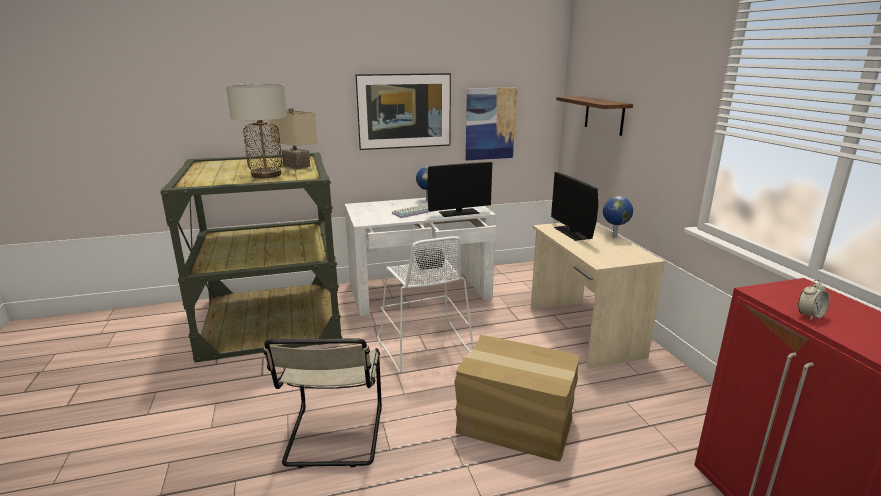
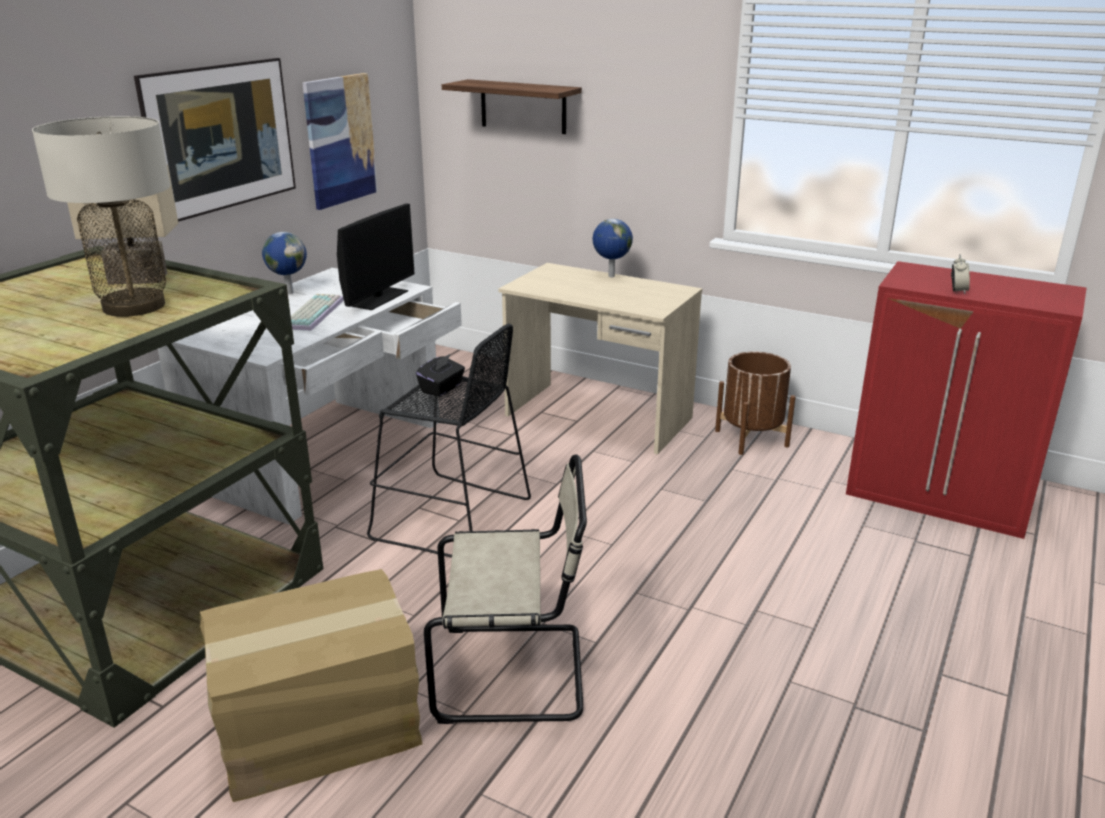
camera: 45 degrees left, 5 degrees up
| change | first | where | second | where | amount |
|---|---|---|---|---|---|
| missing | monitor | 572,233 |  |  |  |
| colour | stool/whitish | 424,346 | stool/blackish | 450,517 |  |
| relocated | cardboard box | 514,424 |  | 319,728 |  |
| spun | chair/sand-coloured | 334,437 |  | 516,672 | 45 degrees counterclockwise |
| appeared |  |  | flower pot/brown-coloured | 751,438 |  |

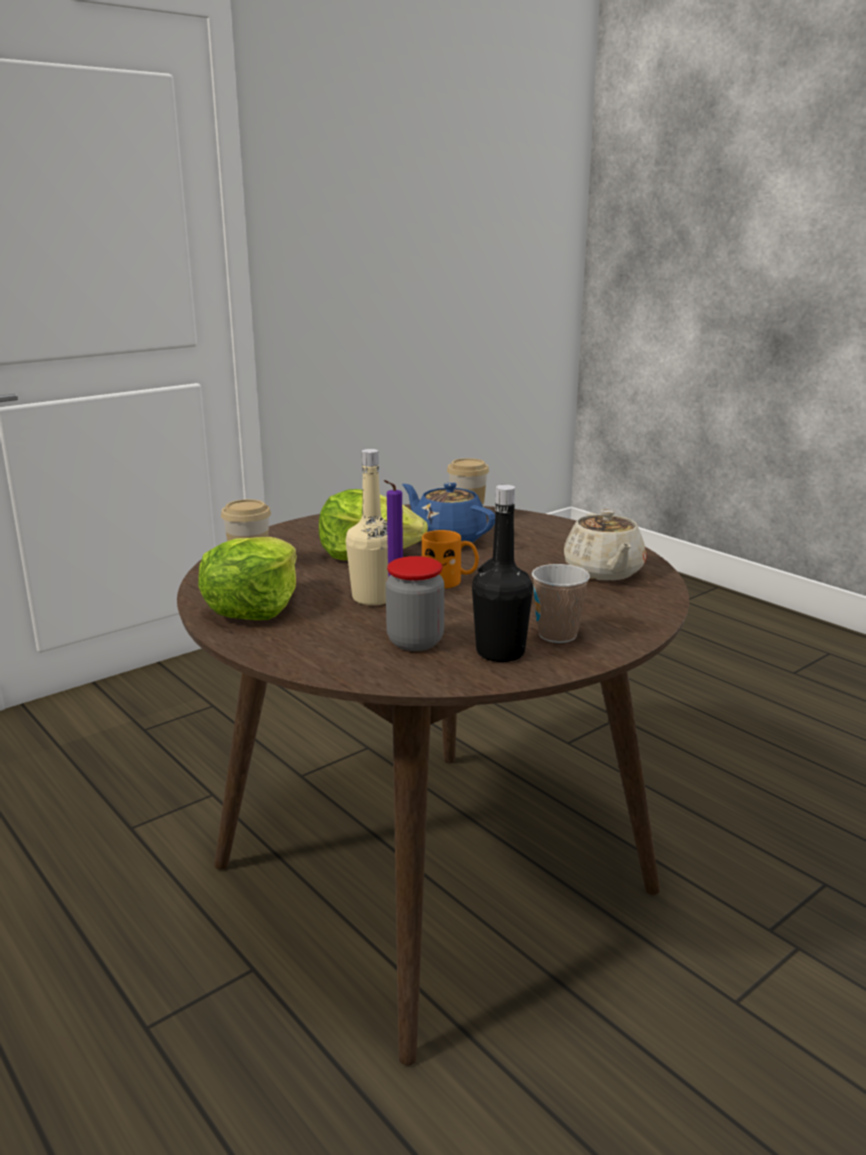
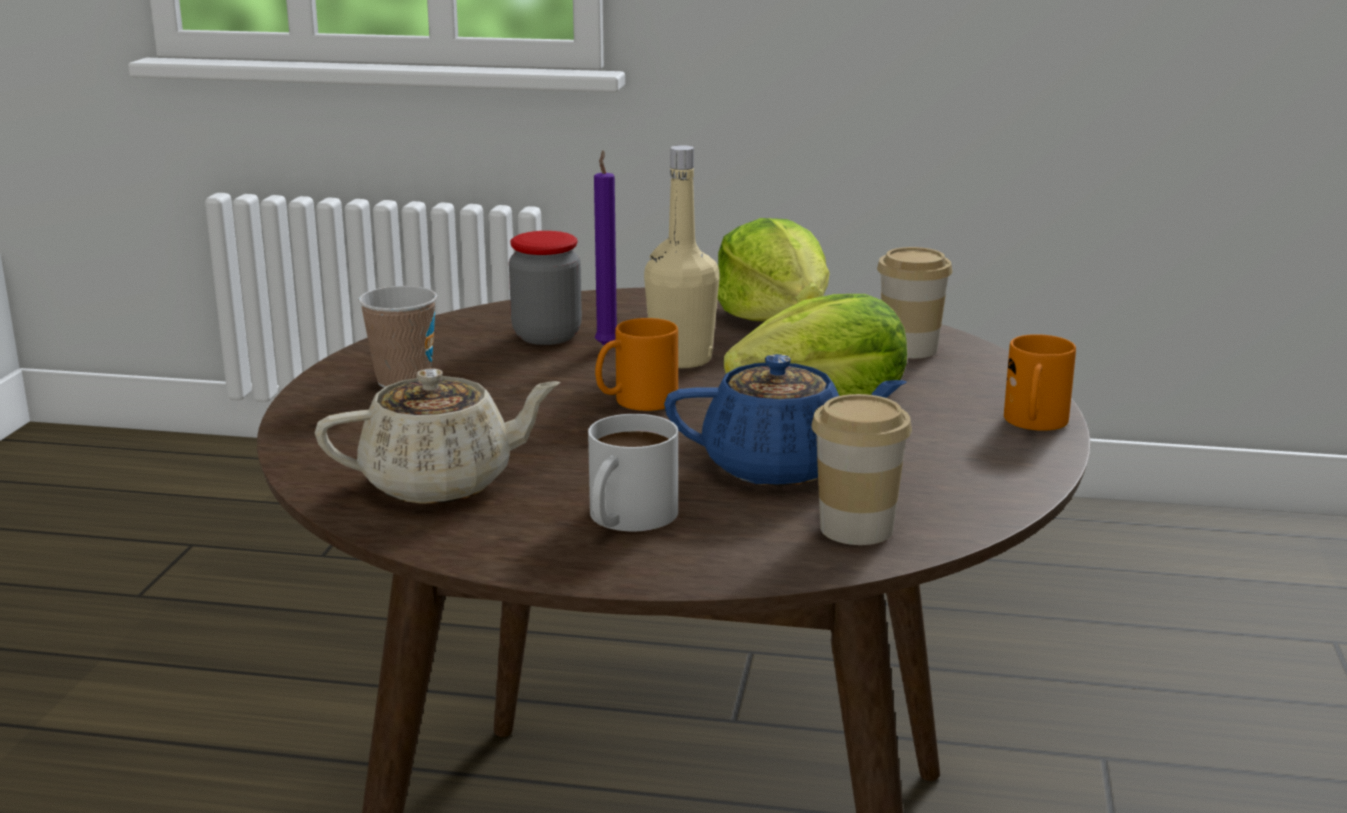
camera: 140 degrees right, 0 degrees up
| change | first | where | second | where | amount |
|---|---|---|---|---|---|
| missing | drink bottle/blackish | 500,652 |  |  |  |
| spun | teapot/sand-coloured | 603,572 |  | 441,482 | 120 degrees clockwise |
| appeared |  |  | tea mug/orange-coloured | 1035,424 |  |
| appeared |  |  | tea mug/whitish | 625,519 |  |

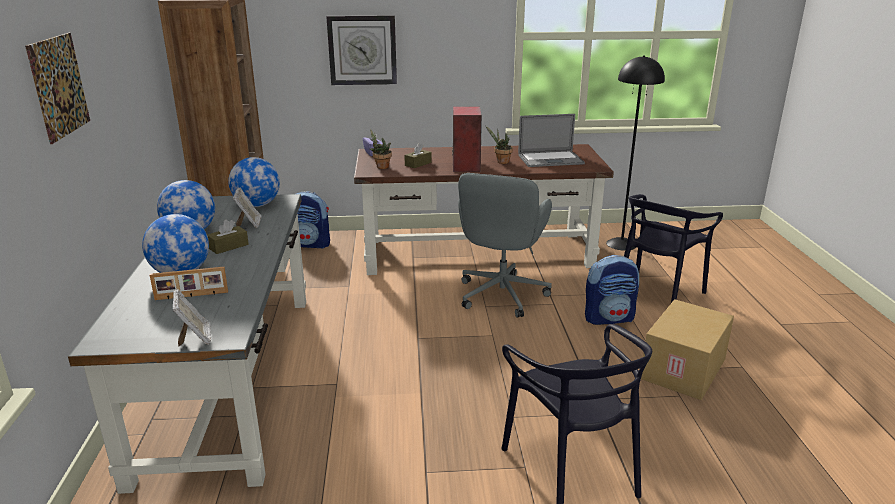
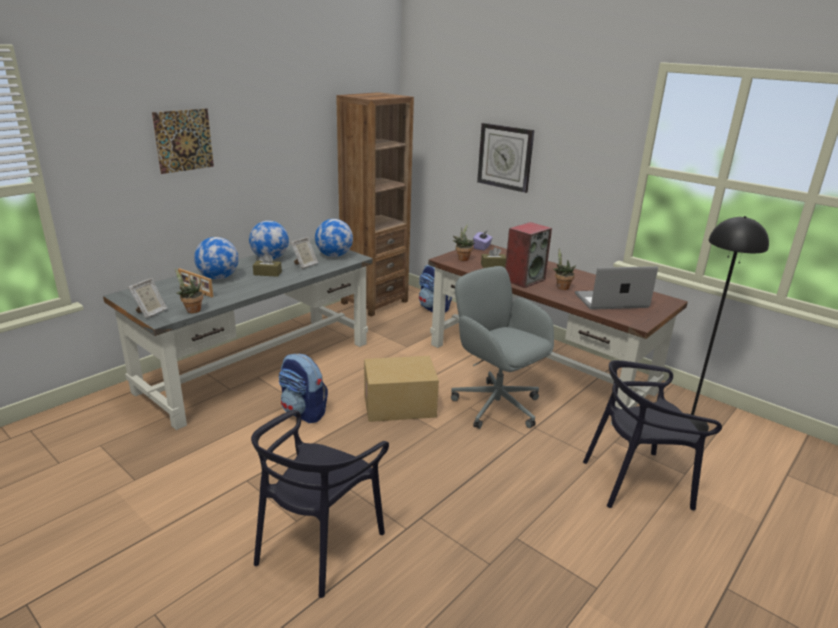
camera: 45 degrees right, 0 degrees up
| change | first | where | second | where | amount |
|---|---|---|---|---|---|
| spun | notebook computer | 550,159 |  | 611,300 | 135 degrees clockwise |
| spun | desk chair/gray | 501,295 |  | 497,406 | 75 degrees clockwise |
| relocated | knapsack | 609,318 |  | 304,412 |  |
| relocated | cardboard box | 684,370 |  | 399,406 |  |
| appeared |  |  | potted plant | 191,310 |  |

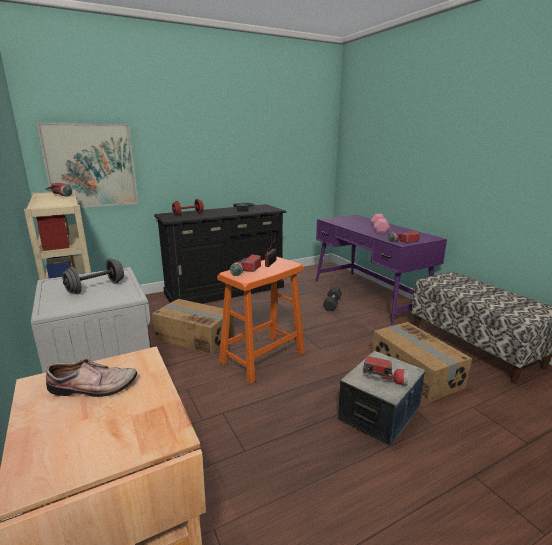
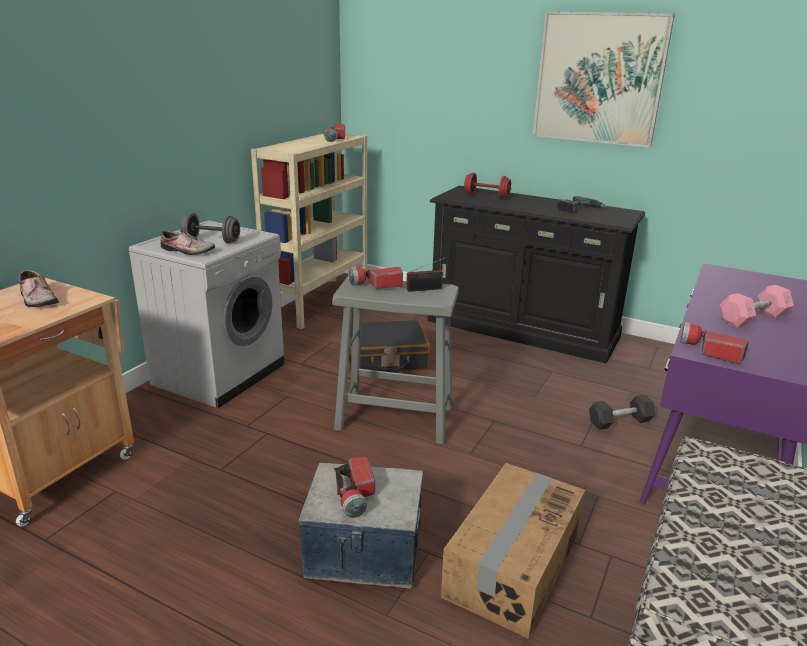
camera: 55 degrees right, 5 degrees up
| change | first | where | second | where | amount |
|---|---|---|---|---|---|
| relocated | picture | 91,166 |  | 599,79 |  |
| colour | stool/orange-coloured | 263,357 | stool/gray | 396,418 |  |
| exchanged | cardboard box | 195,337 | travel case/blackish | 386,358 |  |
| appeared |  |  | low shoe | 187,251 |  |

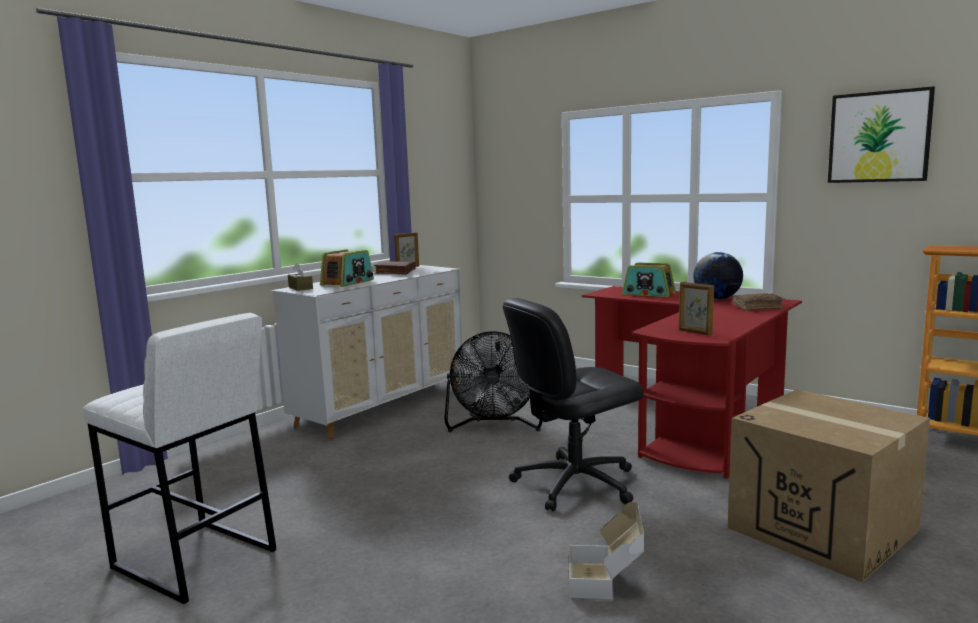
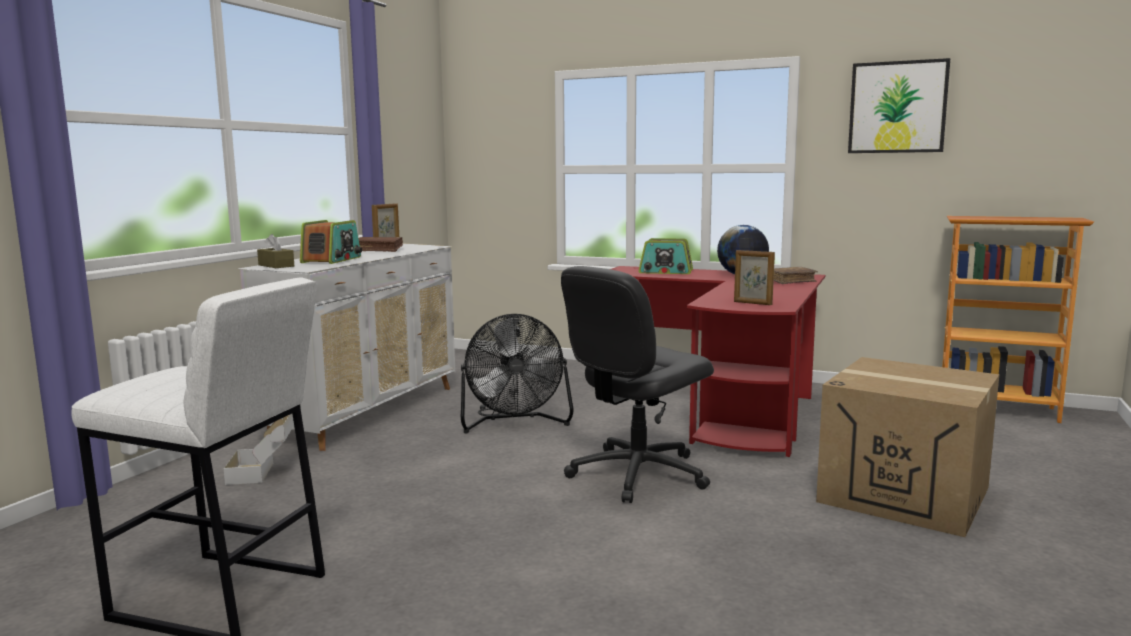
camera: 15 degrees left, 0 degrees up
| change | first | where | second | where | amount |
|---|---|---|---|---|---|
| relocated | cardboard box | 606,581 |  | 264,473 |  |

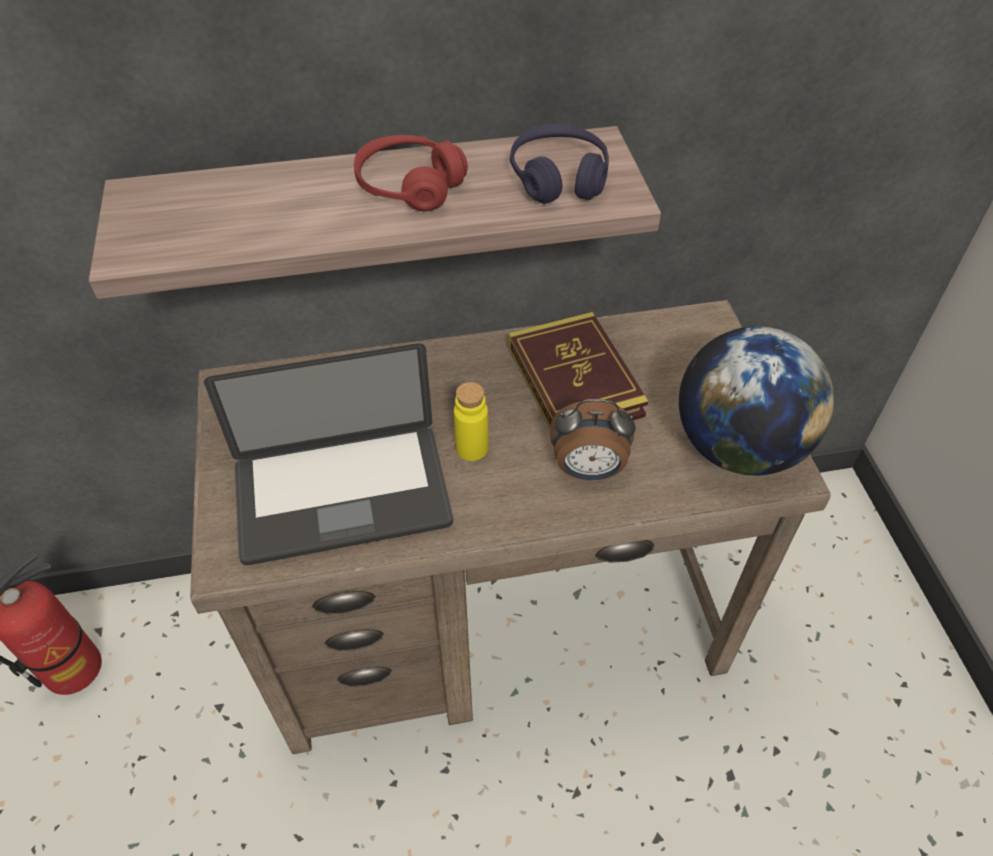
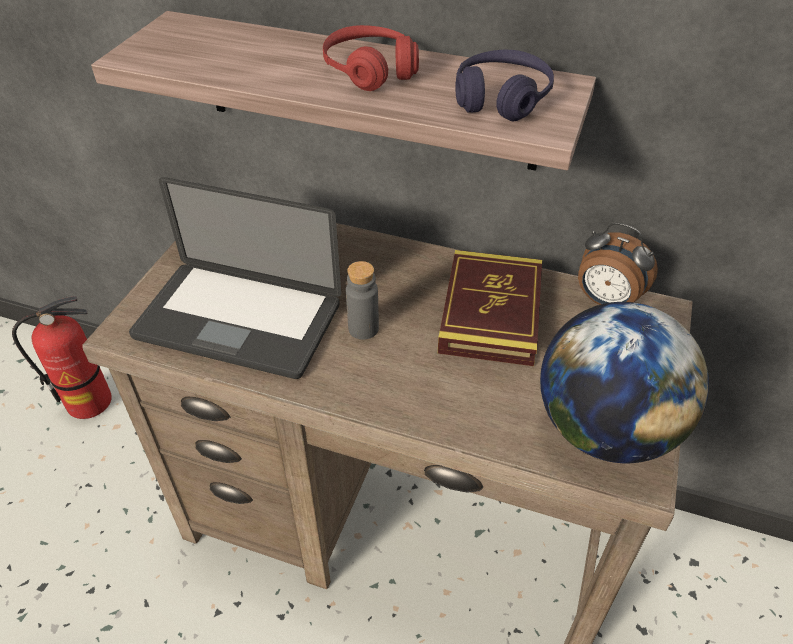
camera: 30 degrees right, 5 degrees down
| change | first | where | second | where | amount |
|---|---|---|---|---|---|
| colour | drink bottle/yellowish | 472,448 | drink bottle/gray | 363,328 |  |
| relocated | bedside clock | 588,470 |  | 606,301 |  |

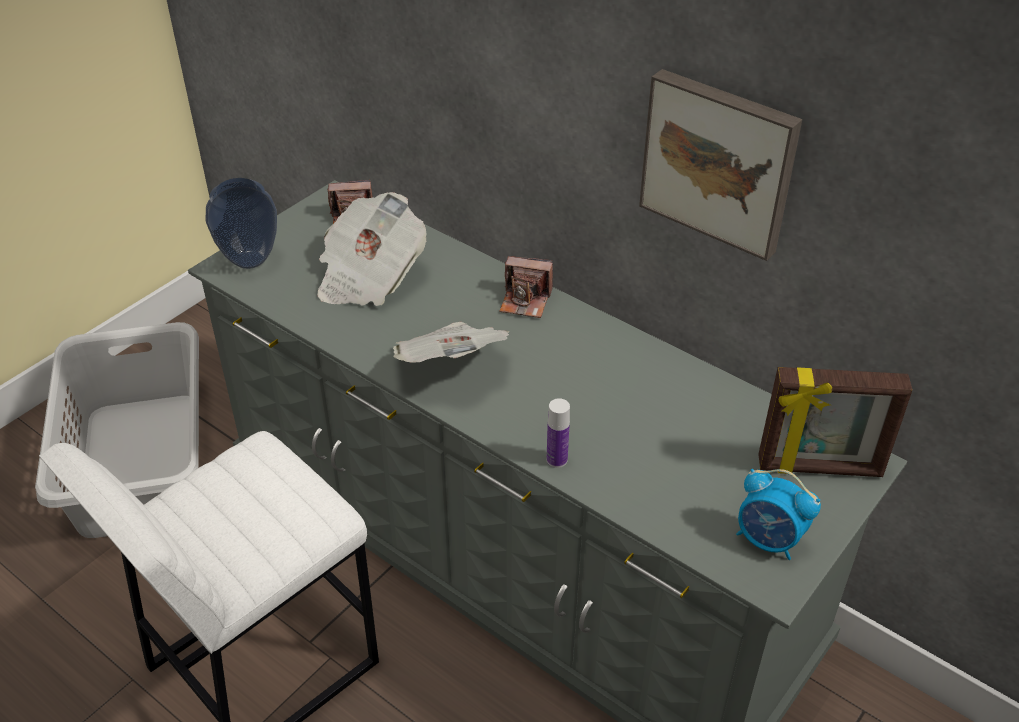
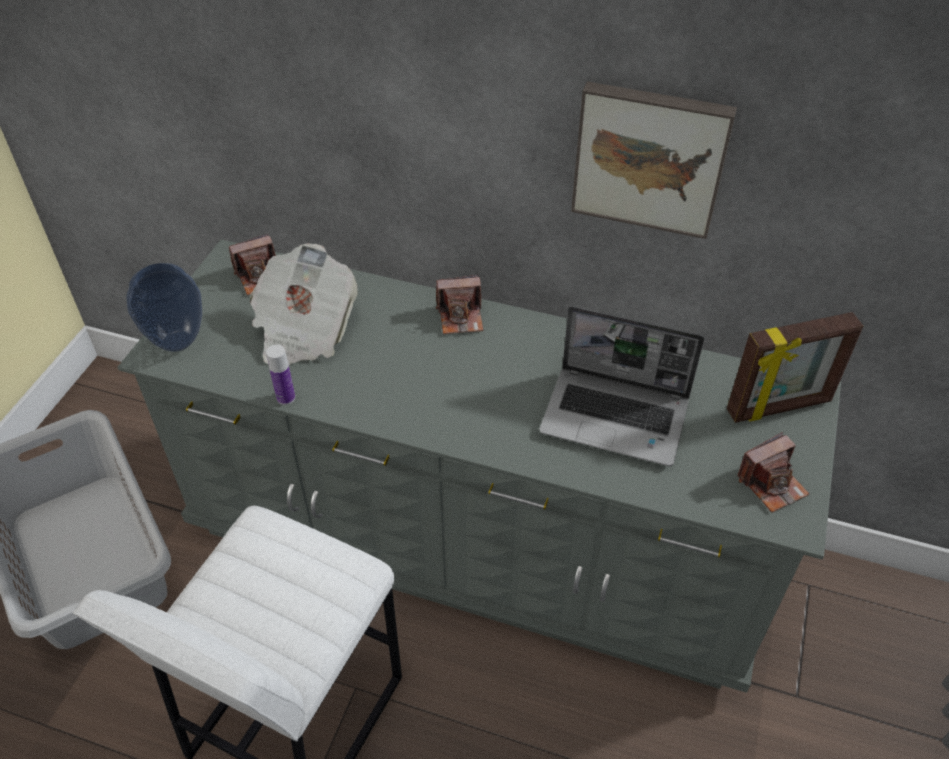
camera: 20 degrees left, 5 degrees up
| change | first | where | second | where | amount |
|---|---|---|---|---|---|
| missing | daily paper | 451,365 |  |  |  |
| relocated | drink bottle | 557,459 |  | 286,398 |  |
| exchanged | bedside clock | 768,540 | photo camera | 771,484 |  |
| appeared |  |  | notebook computer | 617,416 |  |

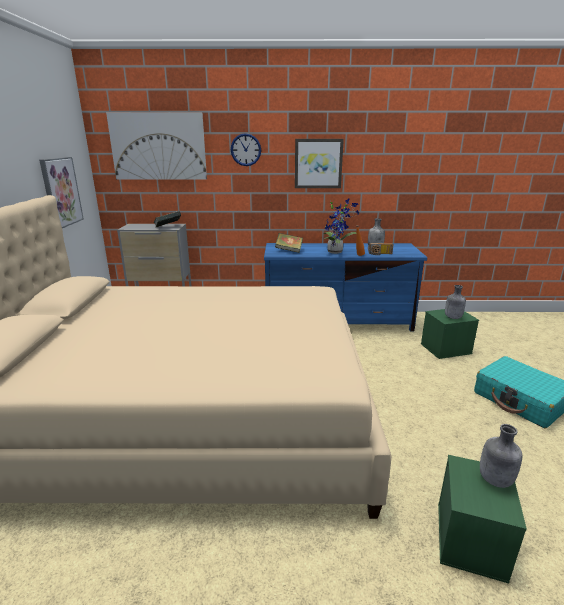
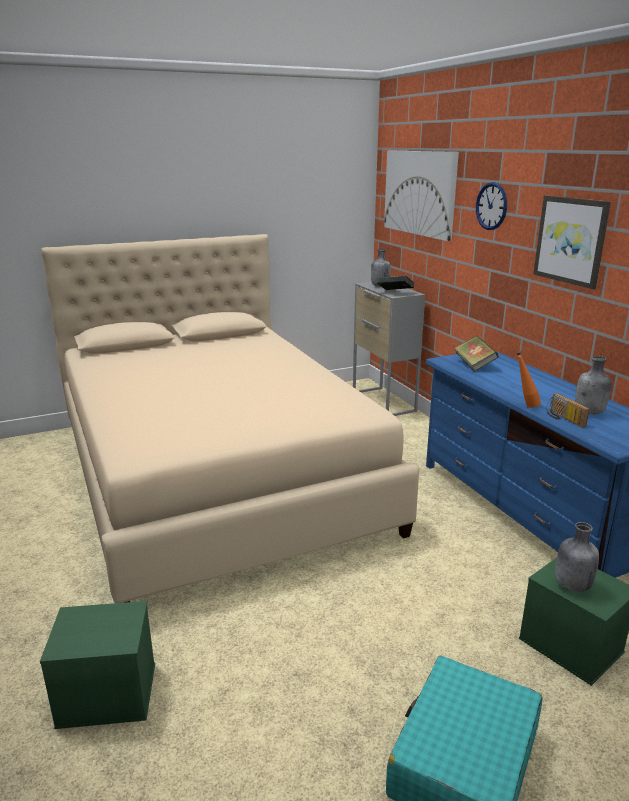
camera: 65 degrees right, 0 degrees up
| change | first | where | second | where | amount |
|---|---|---|---|---|---|
| missing | picture | 61,192 |  |  |  |
| missing | potted plant | 336,252 |  |  |  |
| relocated | drink bottle/gray | 494,480 |  | 379,286 |  |

